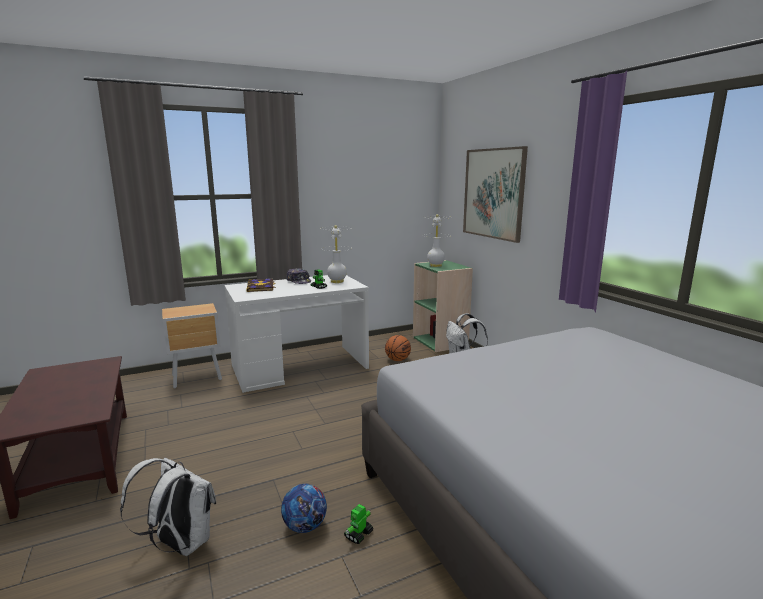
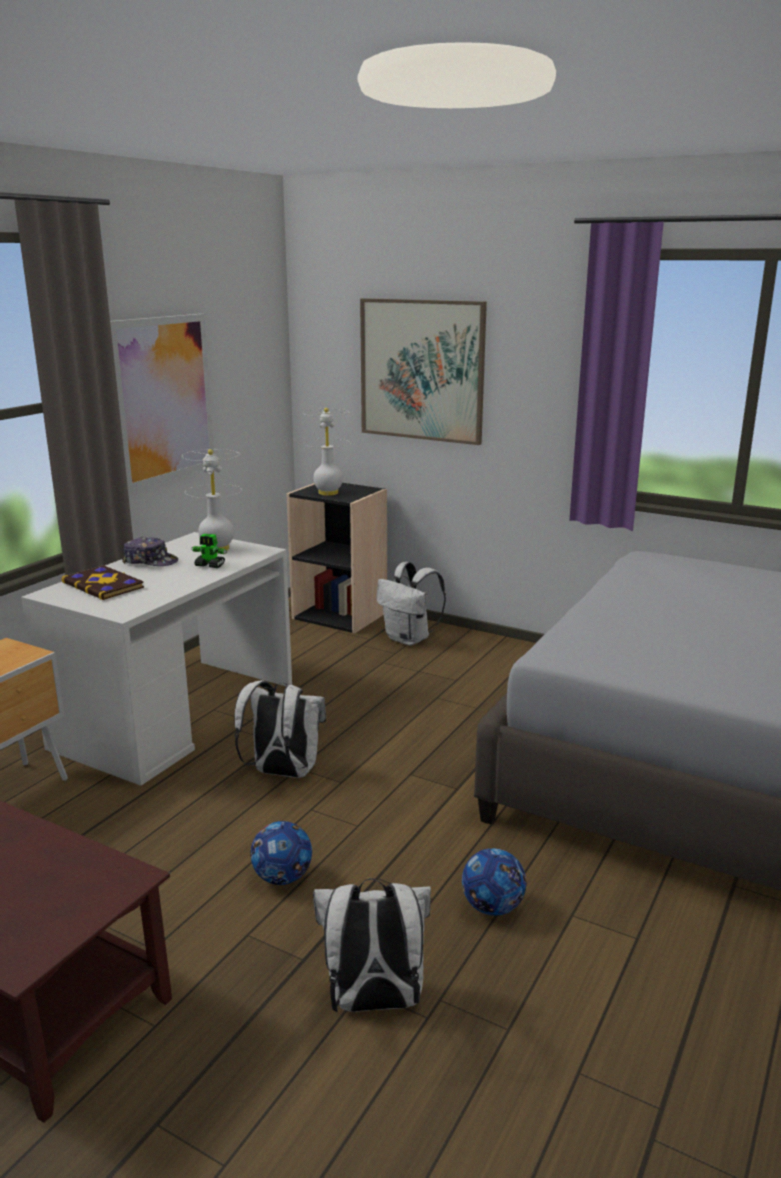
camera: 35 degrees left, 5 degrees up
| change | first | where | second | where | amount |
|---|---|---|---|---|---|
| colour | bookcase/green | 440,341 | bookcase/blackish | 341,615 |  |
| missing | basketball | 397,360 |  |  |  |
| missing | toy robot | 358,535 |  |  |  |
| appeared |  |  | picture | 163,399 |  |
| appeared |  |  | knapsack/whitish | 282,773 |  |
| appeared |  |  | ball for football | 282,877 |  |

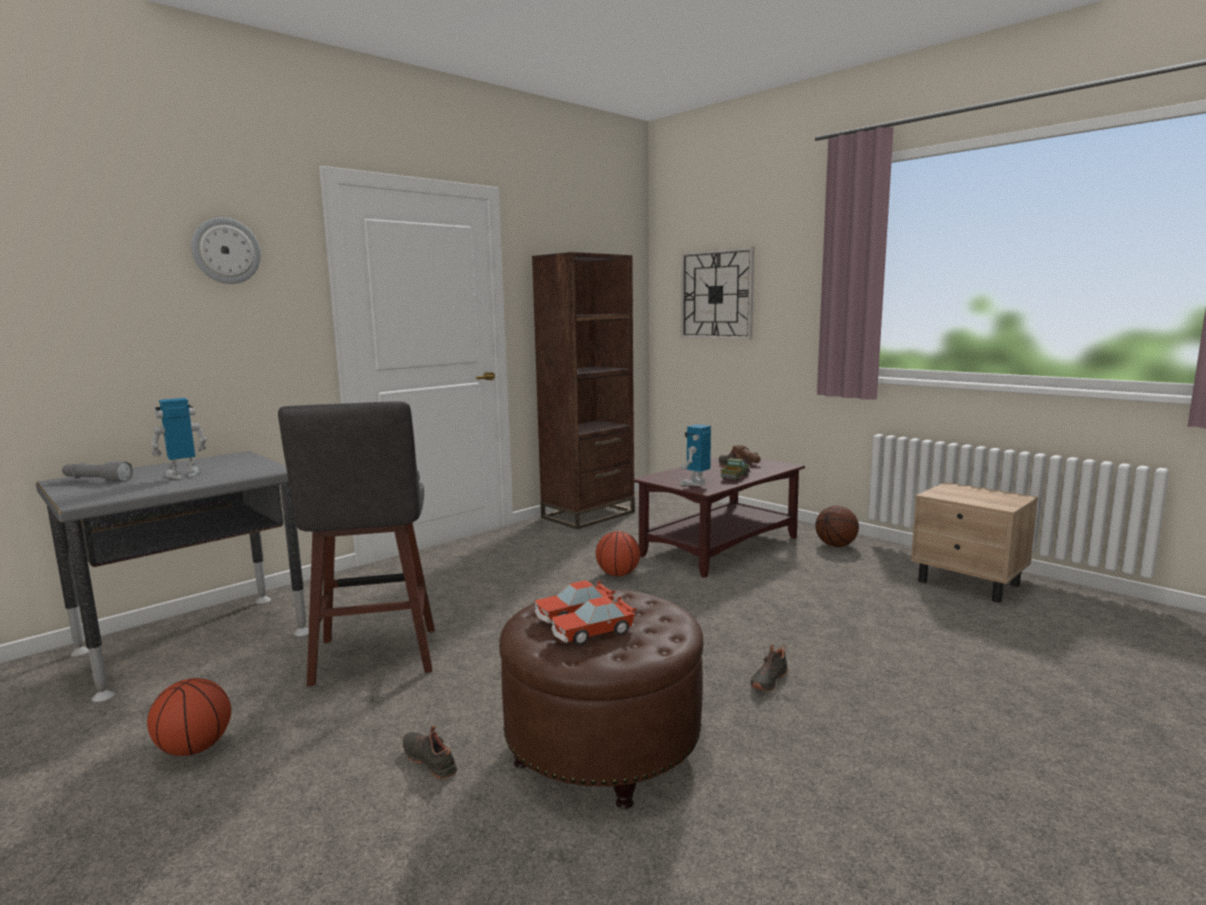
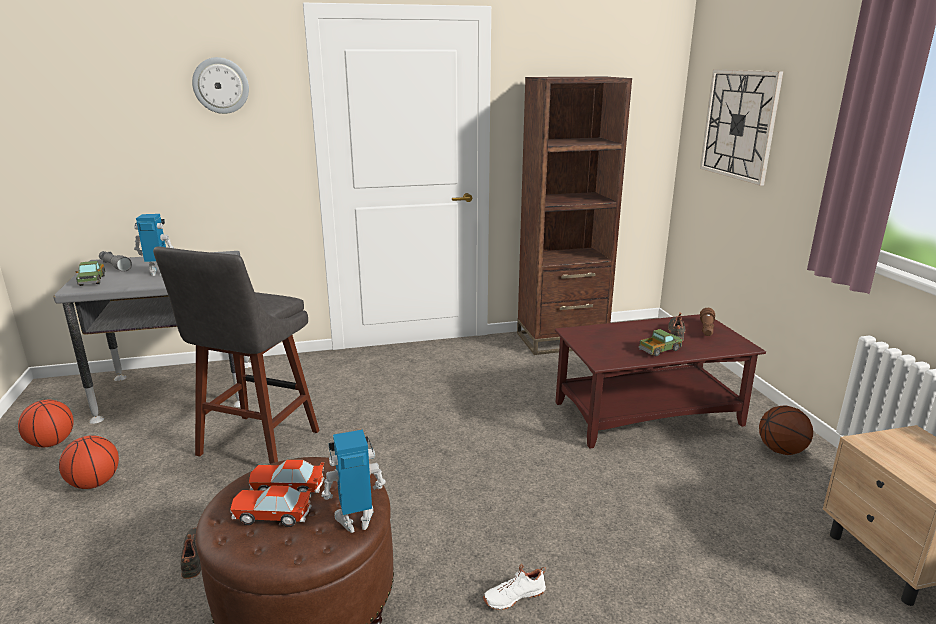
camera: 30 degrees right, 10 degrees up
| change | first | where | second | where | amount |
|---|---|---|---|---|---|
| relocated | toy robot | 695,484 |  | 356,521 |  |
| relocated | basketball | 617,574 |  | 51,443 |  |
| colour | low shoe/blackish | 767,680 | low shoe/whitish | 513,595 |  |
| appeared |  |  | toy truck | 92,280 |  |

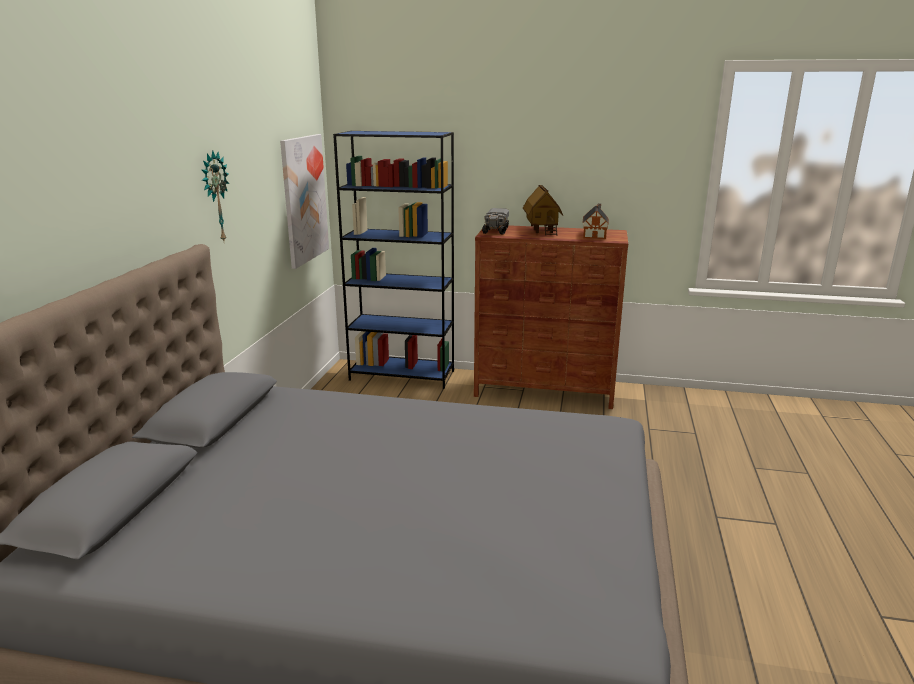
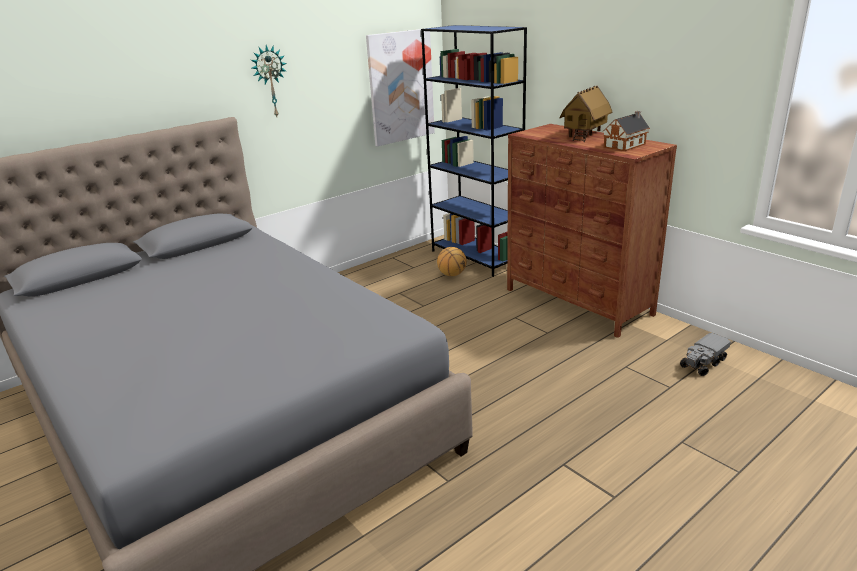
camera: 40 degrees right, 5 degrees up
| change | first | where | second | where | amount |
|---|---|---|---|---|---|
| relocated | toy truck | 496,230 |  | 703,363 |  |
| appeared |  |  | basketball | 452,275 |  |

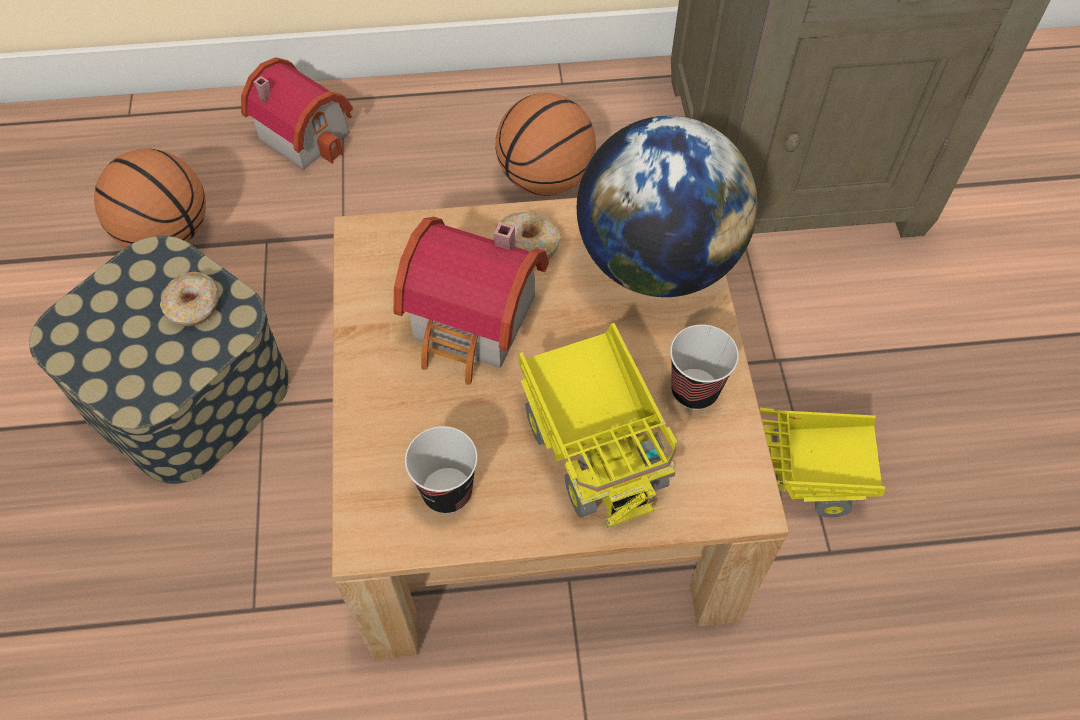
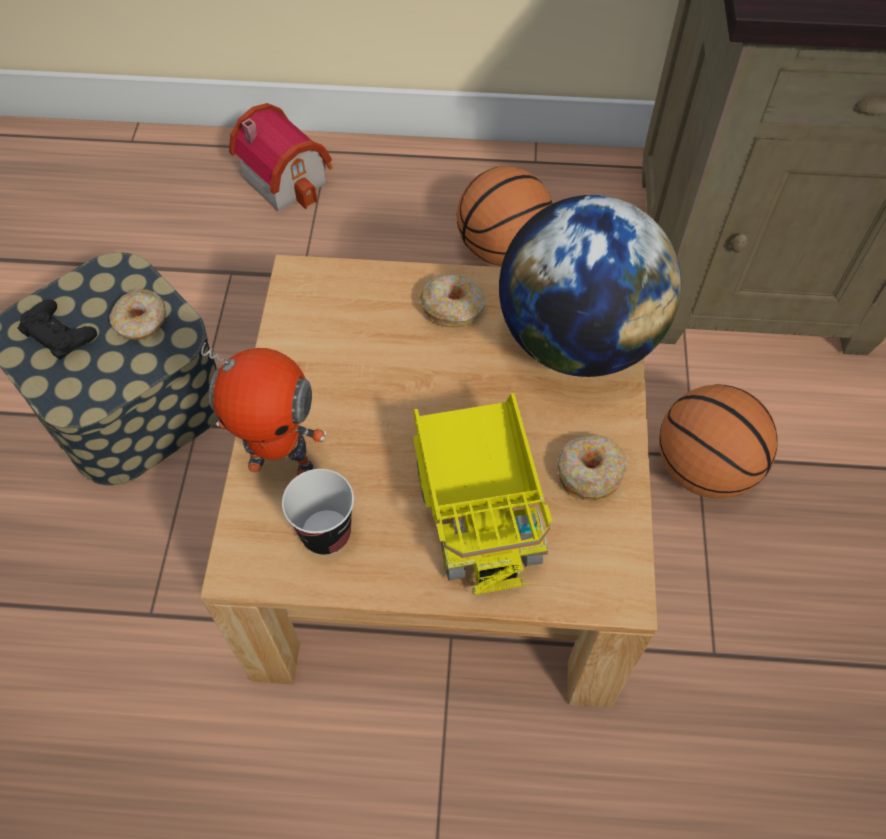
camera: 10 degrees right, 0 degrees up
| change | first | where | second | where | amount |
|---|---|---|---|---|---|
| relocated | basketball | 167,234 |  | 704,468 |  |
| missing | model house | 475,325 |  |  |  |
| exchanged | drinking cup | 694,390 | donut | 589,472 |  |
| missing | toy truck | 800,478 |  |  |  |
| appeared |  |  | joypad/blackish | 59,334 |  |
| appeared |  |  | toy robot | 282,462 |  |

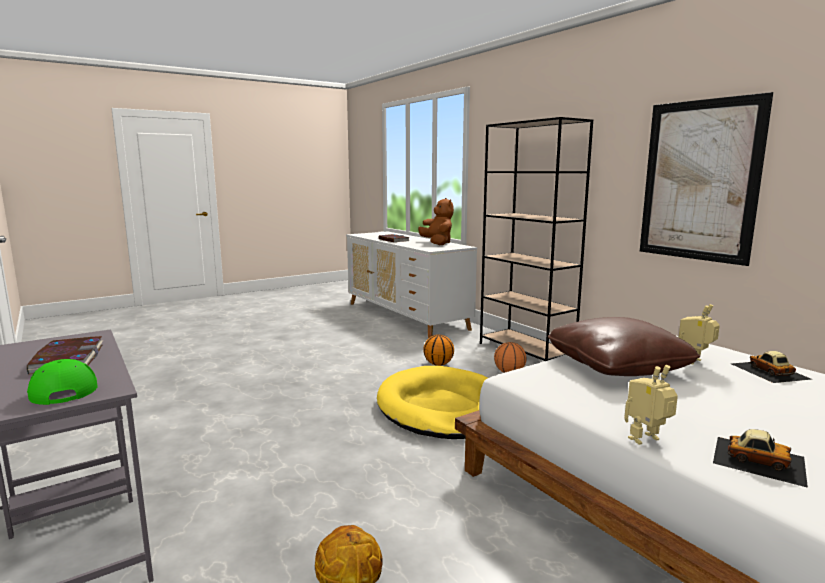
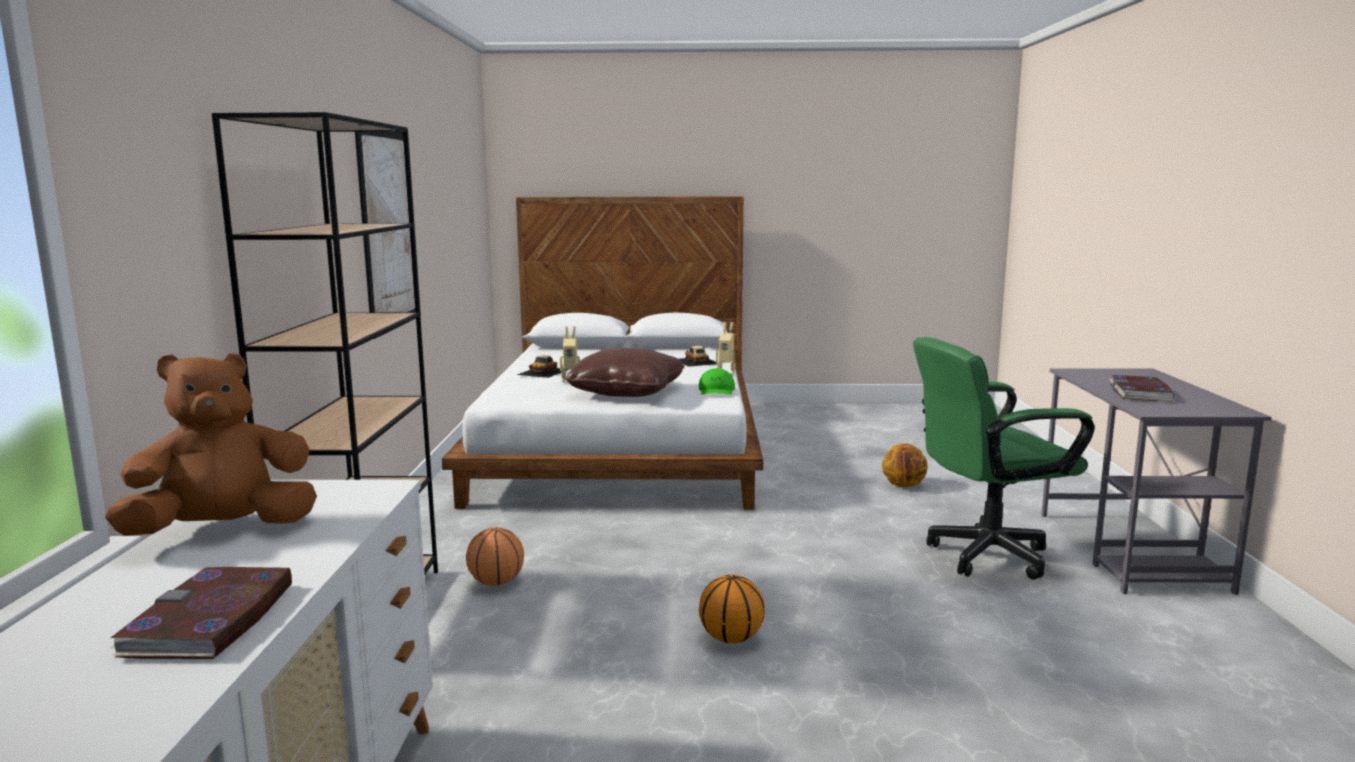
camera: 145 degrees left, 0 degrees up
| change | first | where | second | where | amount |
|---|---|---|---|---|---|
| spun | plush toy/brown-coloured | 437,243 |  | 224,530 | 45 degrees clockwise |
| relocated | basketball | 439,364 |  | 730,638 |  |
| relocated | baseball cap/green | 64,388 |  | 716,390 |  |
| missing | pet bed/yellowish | 443,408 |  |  |  |
| appeared |  |  | desk chair/green | 984,558 |  |

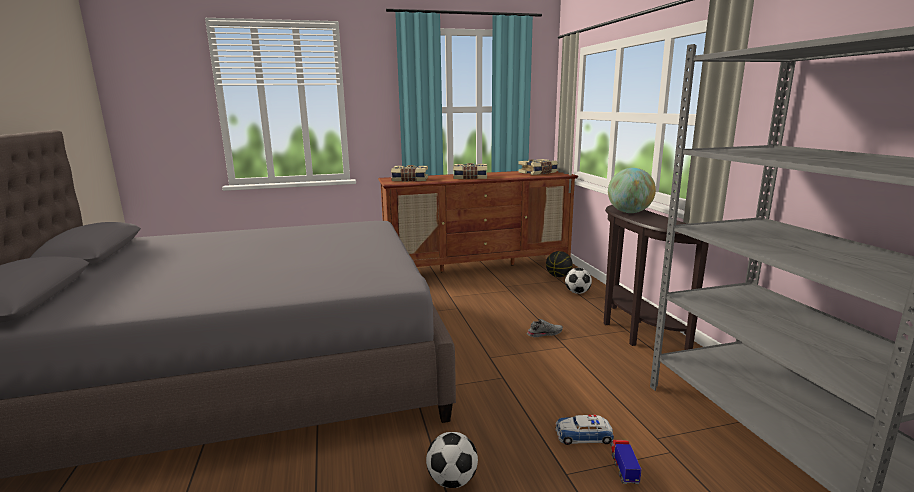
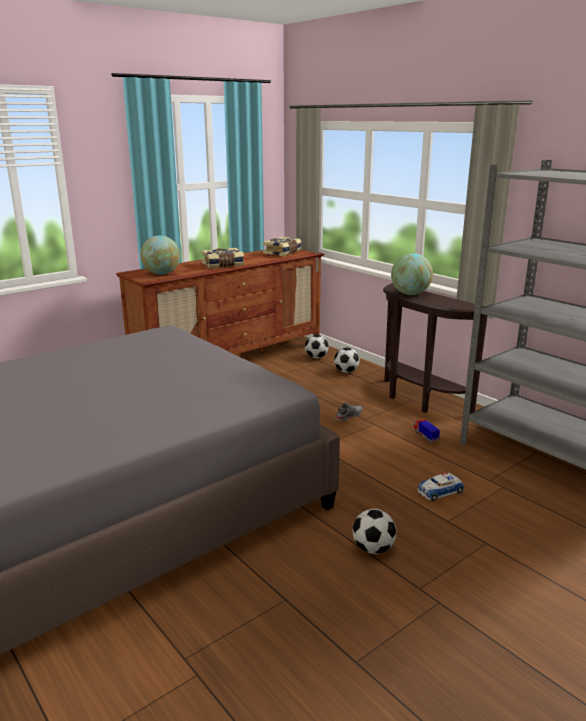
camera: 25 degrees left, 5 degrees up
| change | first | where | second | where | amount |
|---|---|---|---|---|---|
| exchanged | volume | 410,180 | world globe | 161,274 |  |
| exchanged | basketball | 558,276 | ball for football | 316,357 |  |
| relocated | toy truck | 624,469 |  | 425,436 |  |

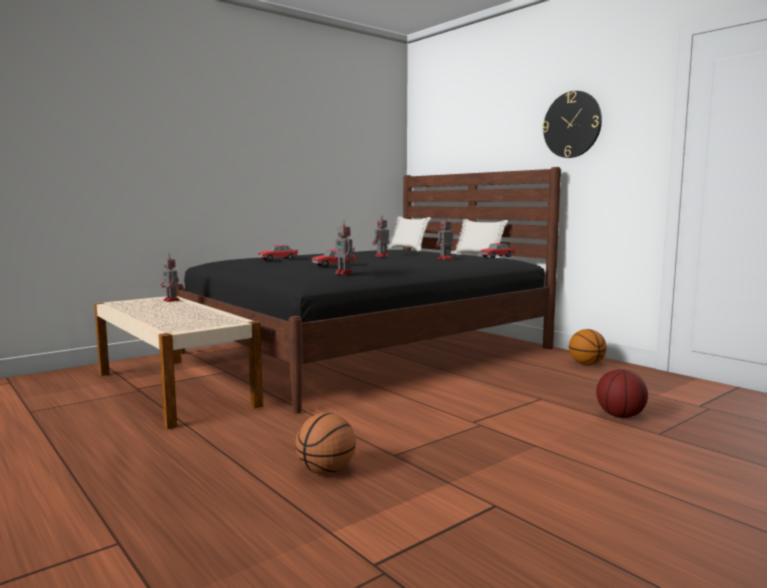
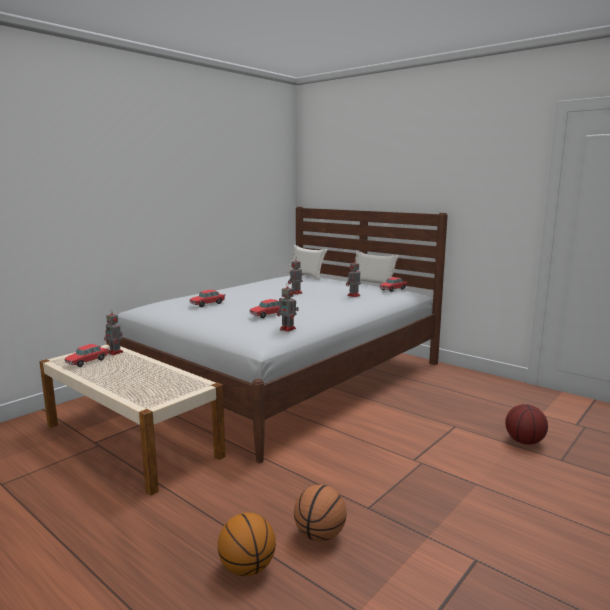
camera: 10 degrees left, 5 degrees up
| change | first | where | second | where | amount |
|---|---|---|---|---|---|
| missing | wall clock | 572,124 |  |  |  |
| colour | bedroom bed/blackish | 368,351 | bedroom bed/whitish | 285,376 |  |
| relocated | basketball | 586,364 |  | 247,568 |  |
| appeared |  |  | miniature car | 87,361 |  |

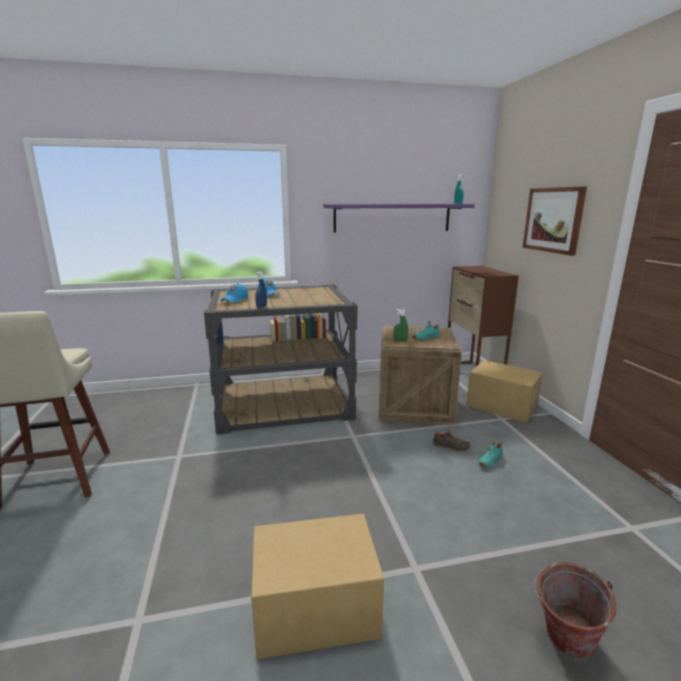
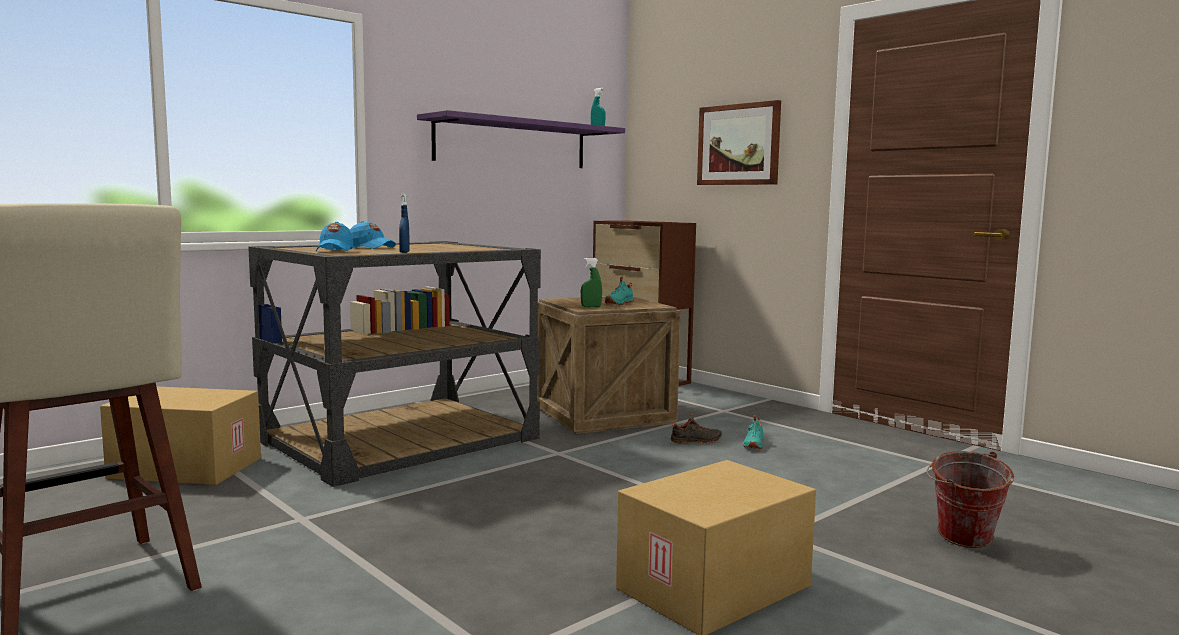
camera: 30 degrees left, 10 degrees down
| change | first | where | second | where | amount |
|---|---|---|---|---|---|
| relocated | cardboard box | 500,406 |  | 184,468 |  |

